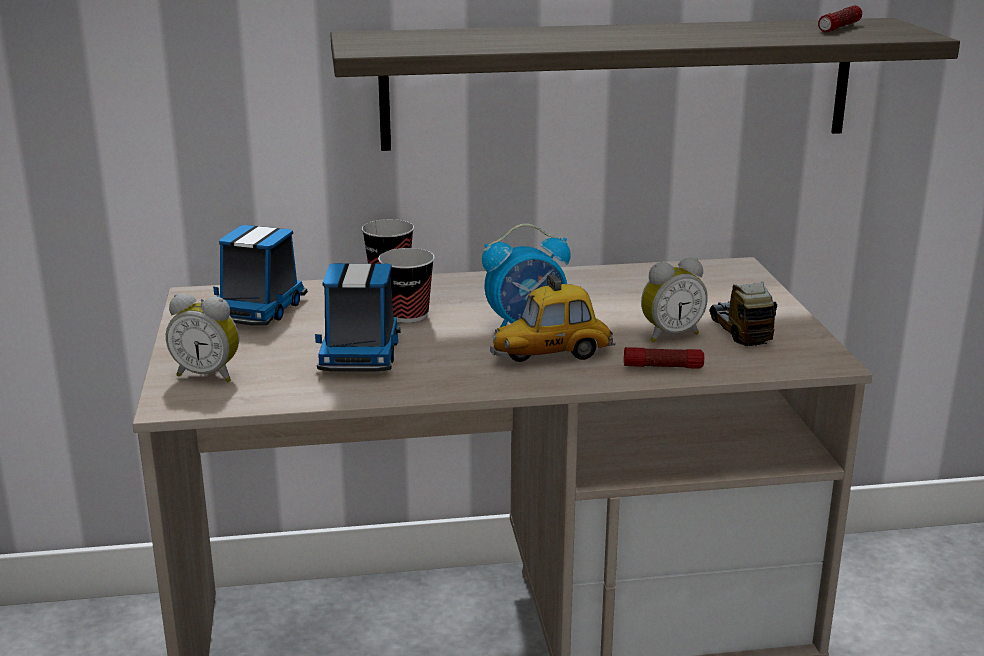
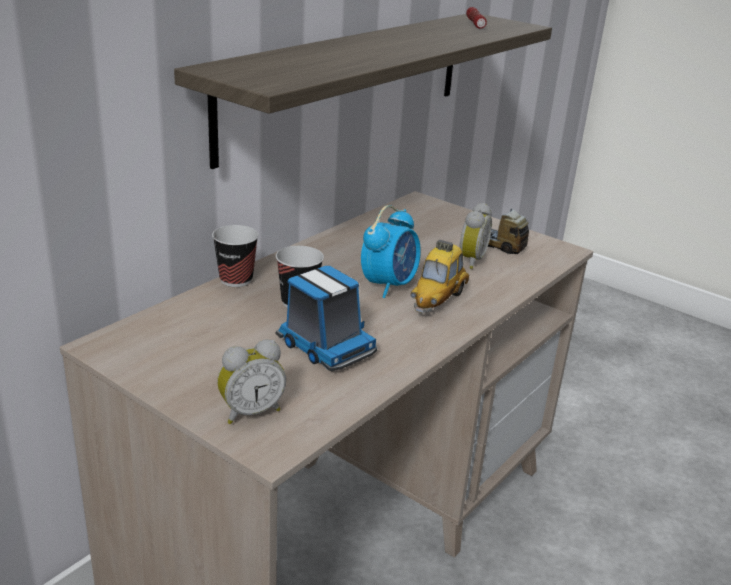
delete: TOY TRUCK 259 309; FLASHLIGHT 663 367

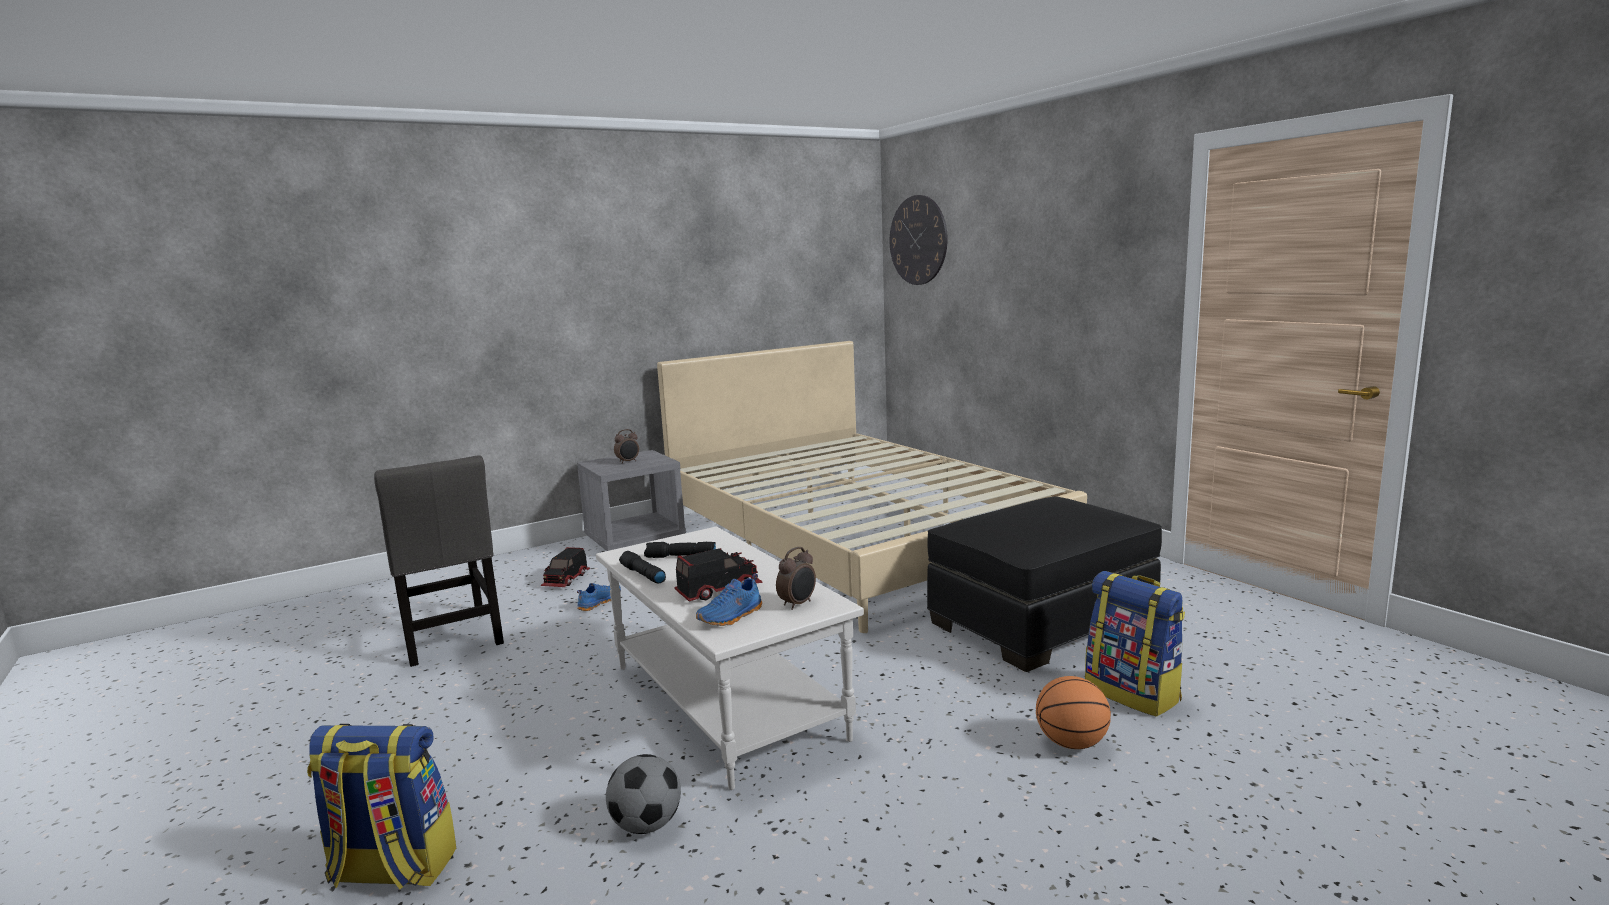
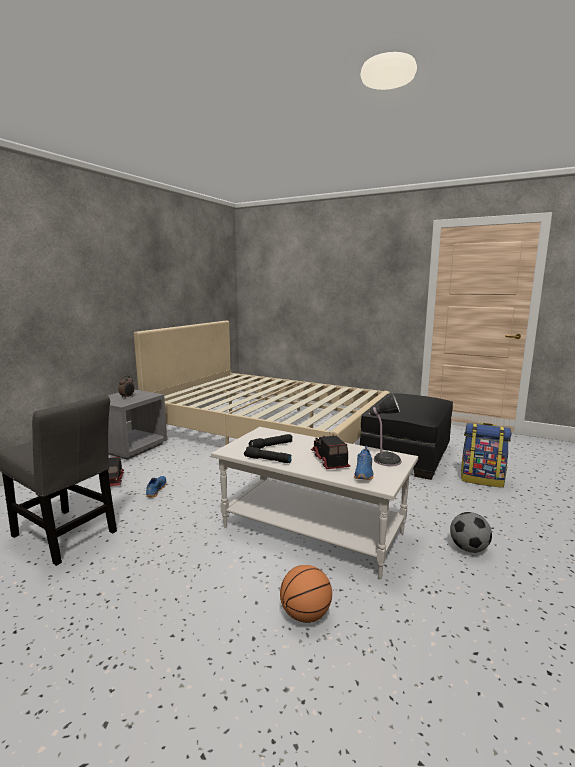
delete: RUCKSACK 391 870; WALL CLOCK 918 240
move: BASKETBALL 1071 743 to 305 615; BALL FOR FOOTBALL 647 825 to 469 549
replace: ALARM CLOCK 798 604 to LAMP FOR A TABLE 385 460
rotate: TOY TRUCK 718 590 = 329 460 45 degrees counterclockwise

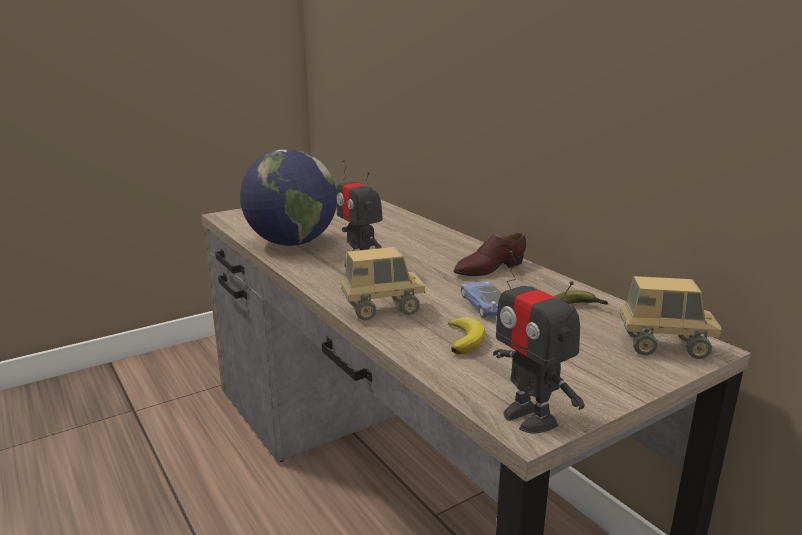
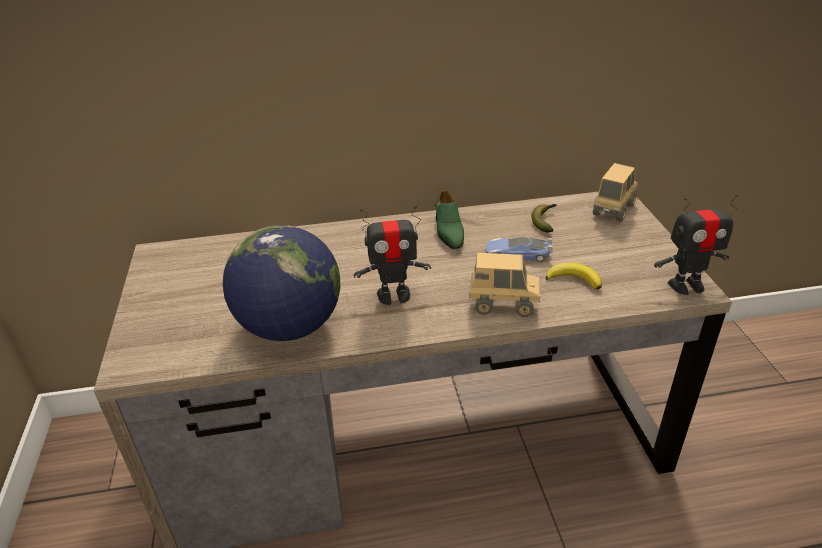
recolor: BROWN-COLOURED SHOE 489 269 to GREEN-COLOURED SHOE 448 231
rotate: TOY TRUCK 382 310 = 503 305 90 degrees clockwise

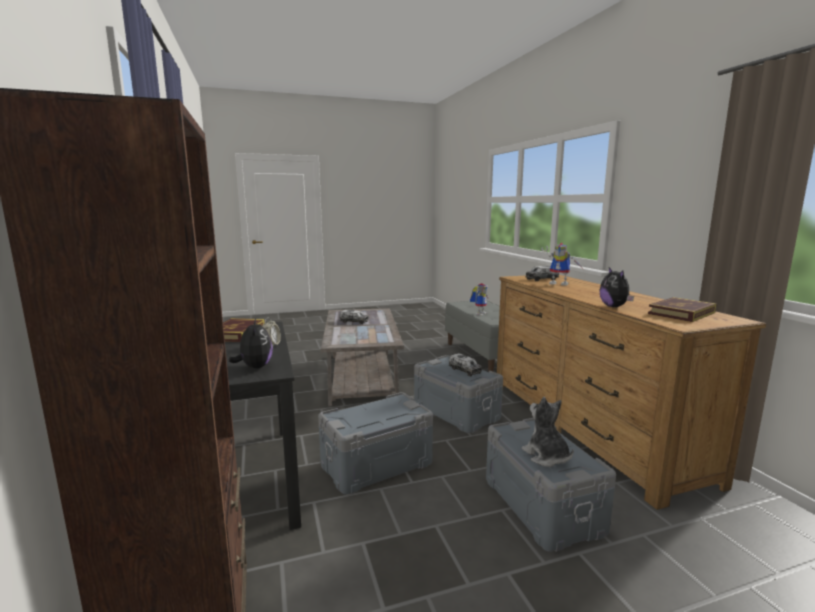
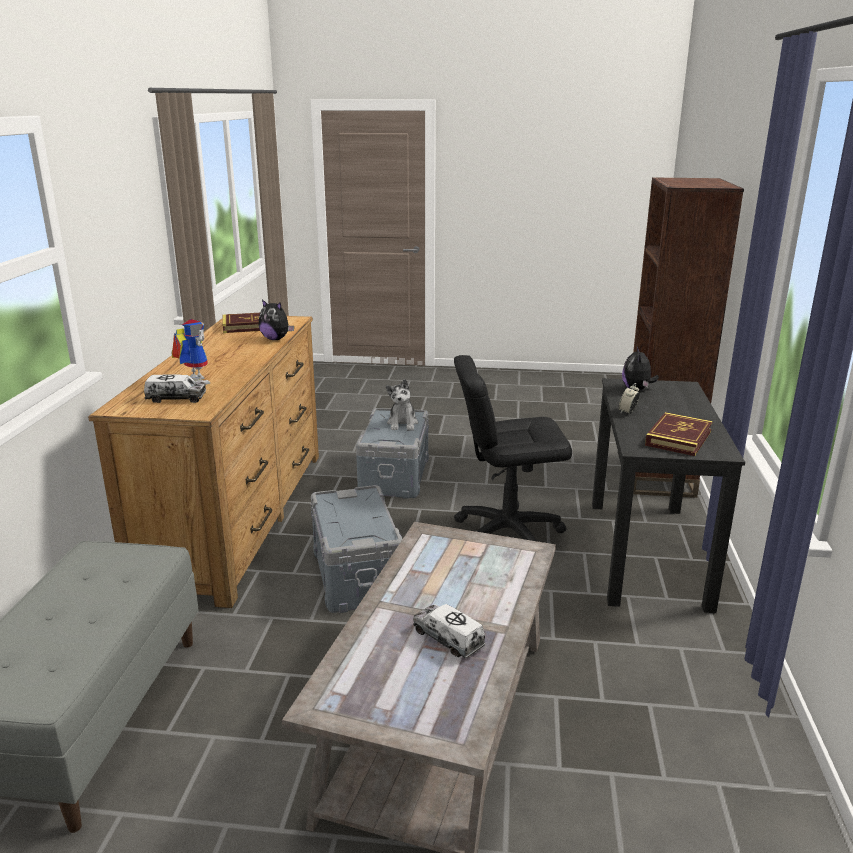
delete: TOY TRUCK 464 370; ROBOT FIGURE 479 313
replace: GREY STORAGE BIN 377 465 to BLACK-COLOURED DESK CHAIR 507 534
rotate: CUDDLY TOY 614 307 = 276 339 105 degrees clockwise

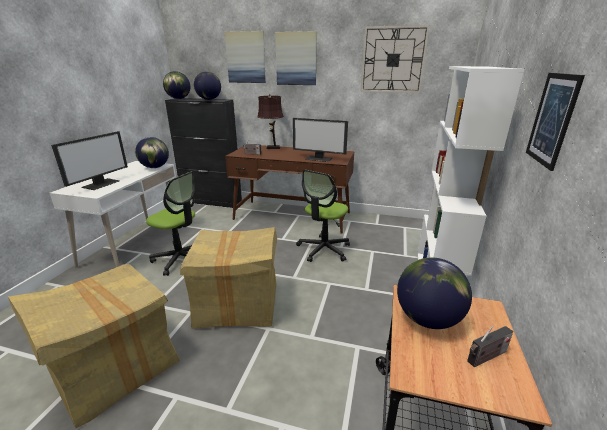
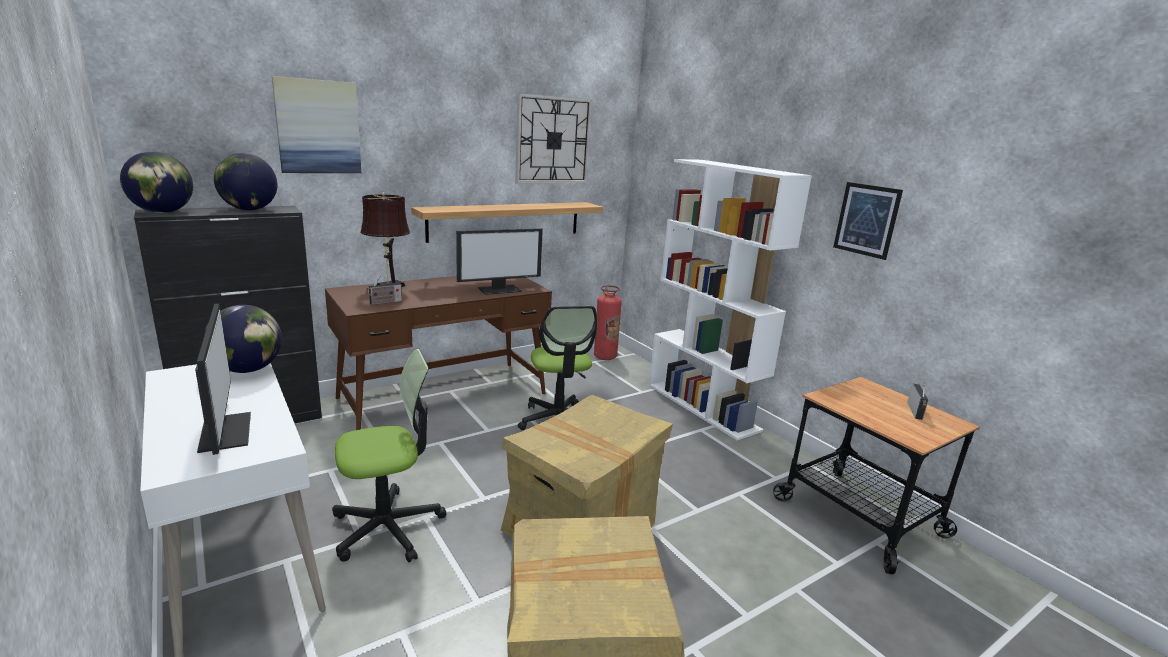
delete: WALL PICTURE 296 59; WORLD GLOBE 427 319
insert: BRACKET SHELF 506 221; FIRE EXTINGUISHER 605 356

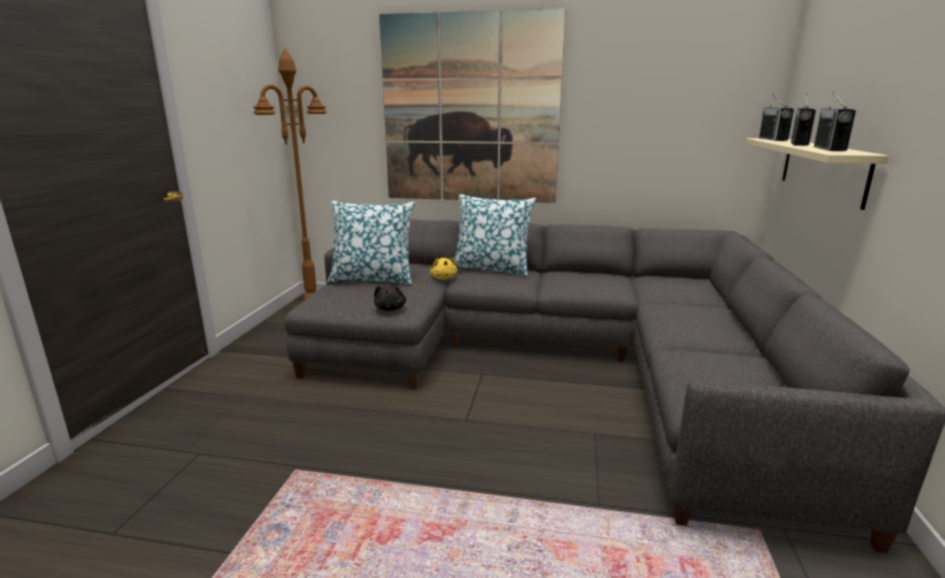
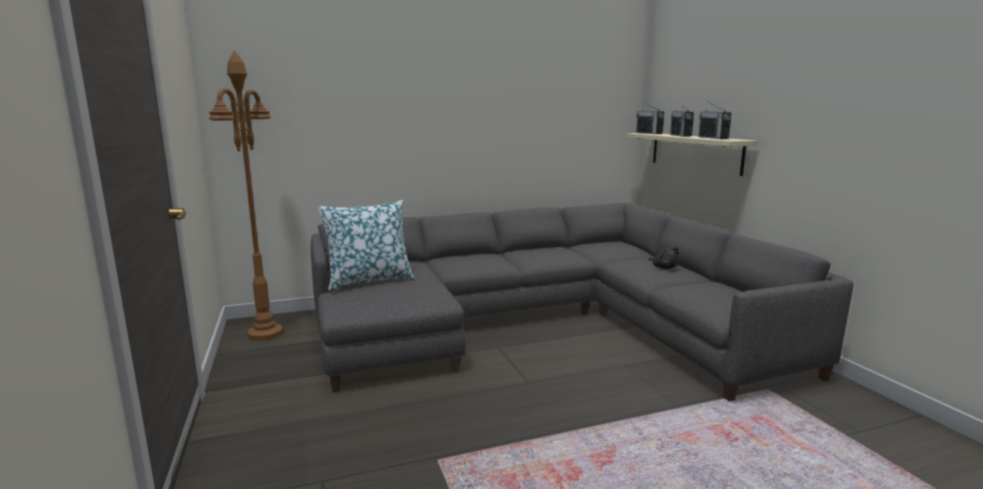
delete: WALL PICTURE 470 111; YELLOW CUDDLY TOY 443 278; PILLOW 492 269
move: BLACK-COLOURED CUDDLY TOY 390 308 to 664 267

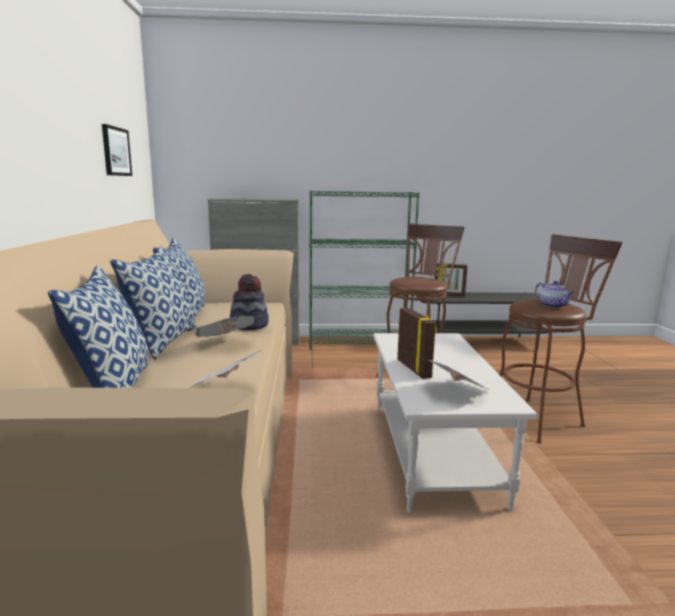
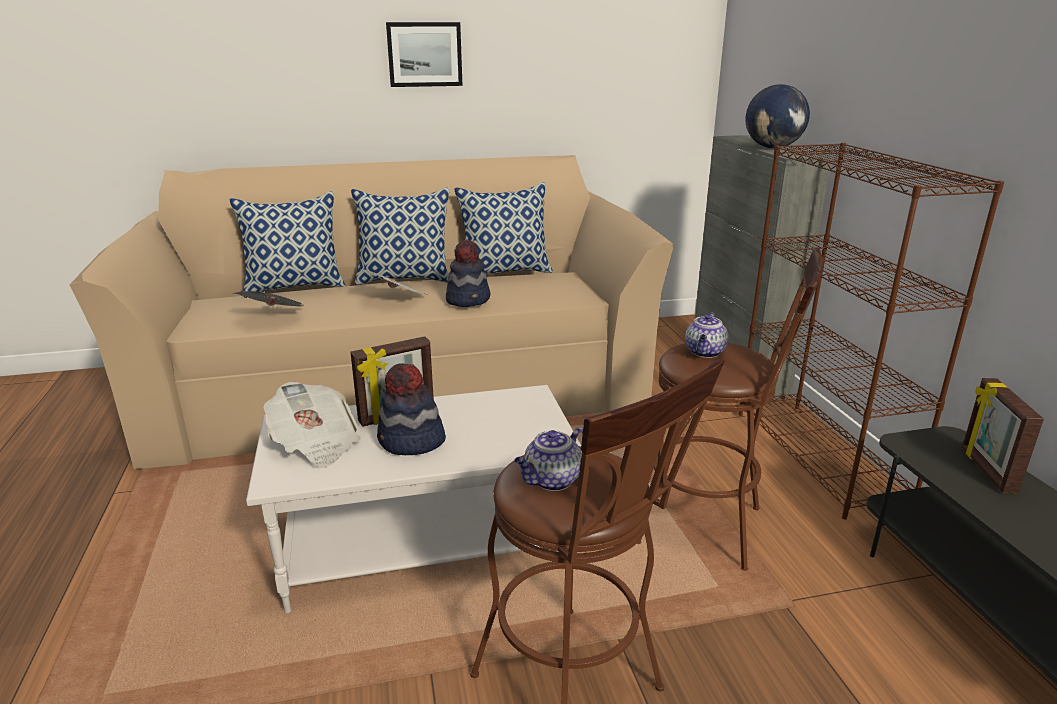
insert: CLOTHING HAT 411 442; POT FOR TEA 705 352; WORLD GLOBE 773 148
move: WALL PICTURE 116 151 to 424 54
recolor: GREEN-COLOURED BOOKSHELF 359 343 to BROWN-COLOURED BOOKSHELF 819 456

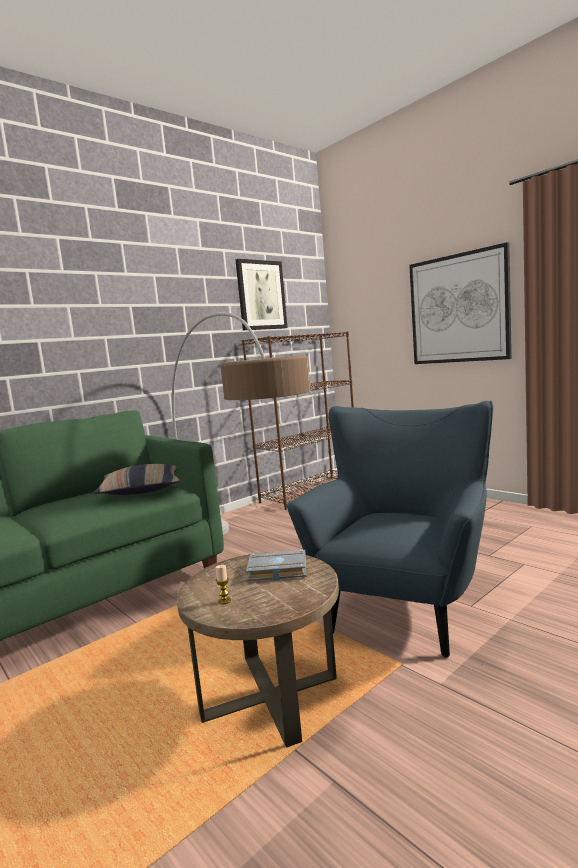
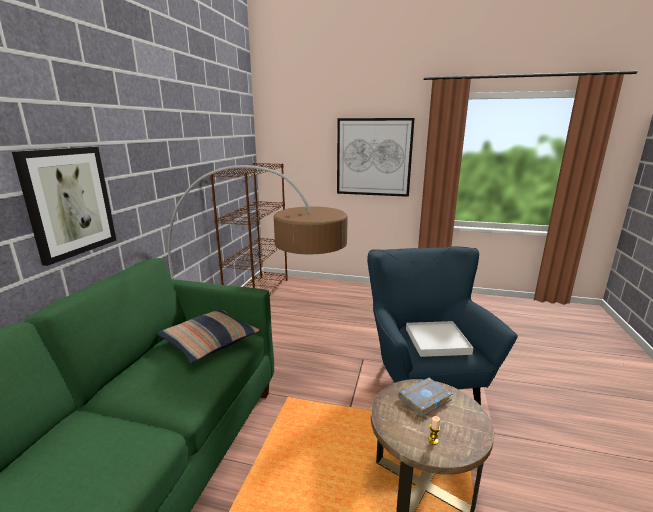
insert: WHITE-COLOURED CARRYING TRAY 437 341
move: WALL PICTURE 261 295 to 69 202

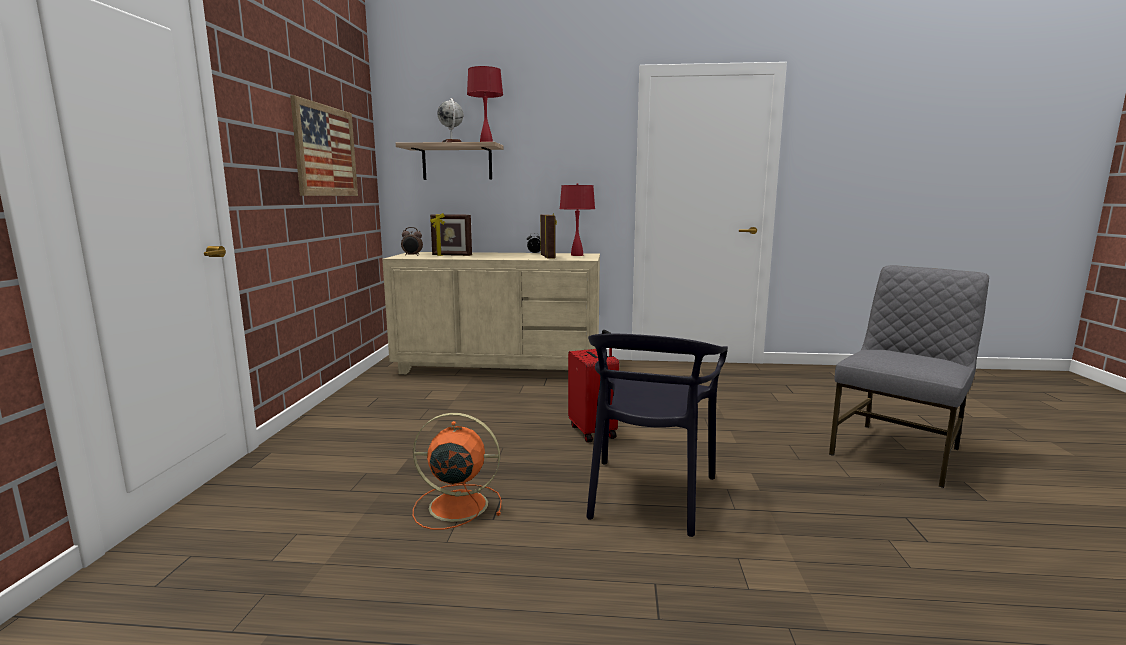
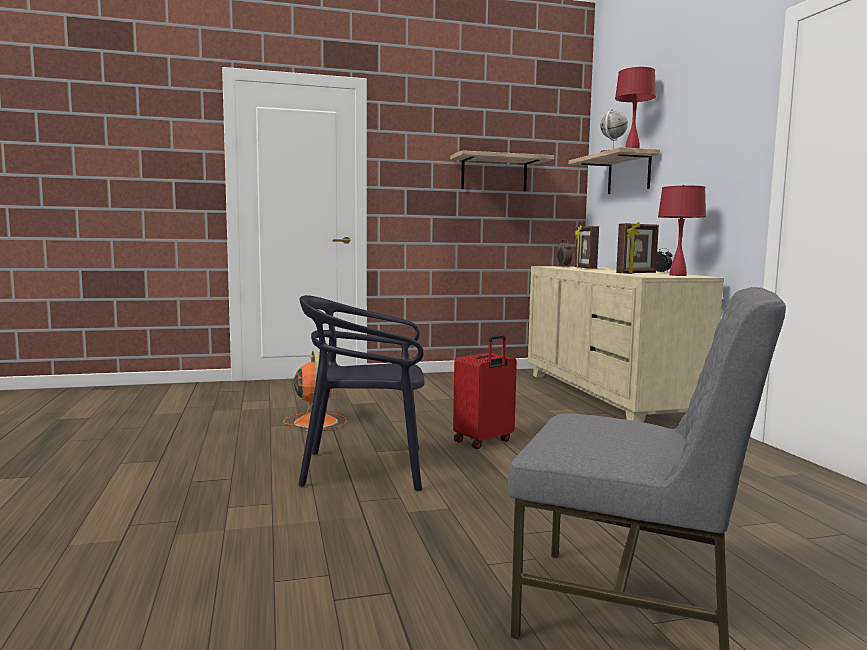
replace: WALL PICTURE 325 151 to BRACKET SHELF 494 174

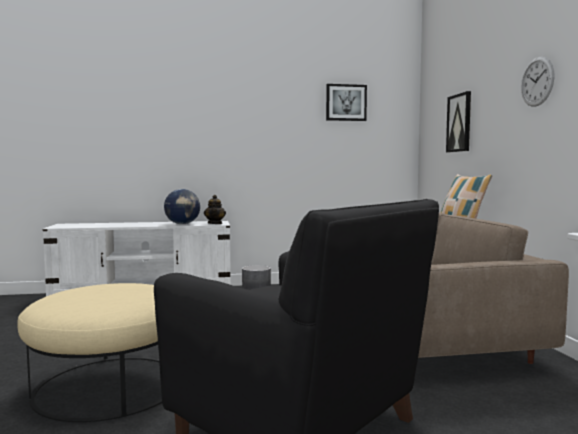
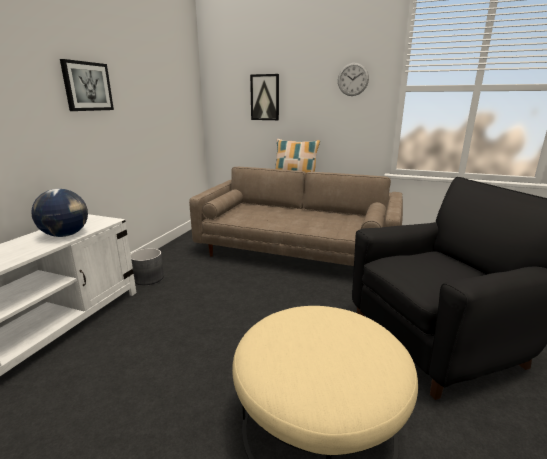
delete: POT FOR TEA 215 223
move: WALL PICTURE 346 102 to 87 86

